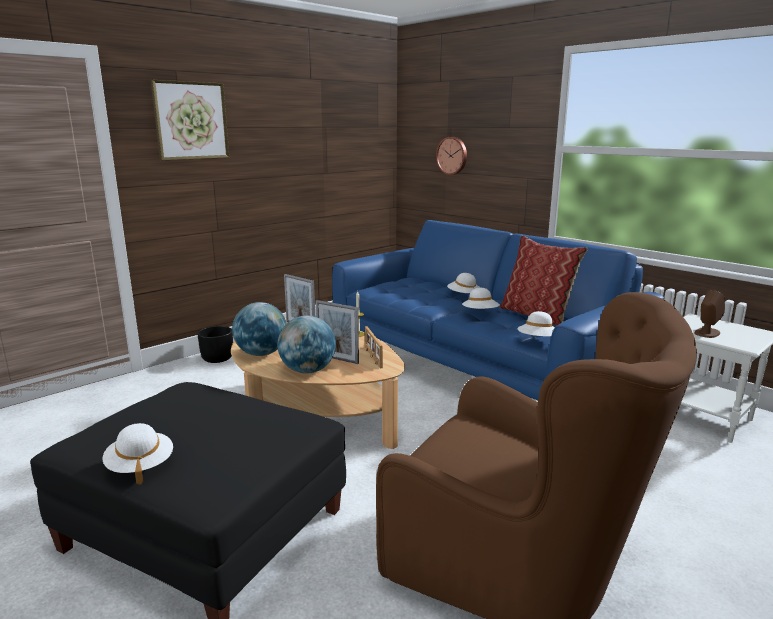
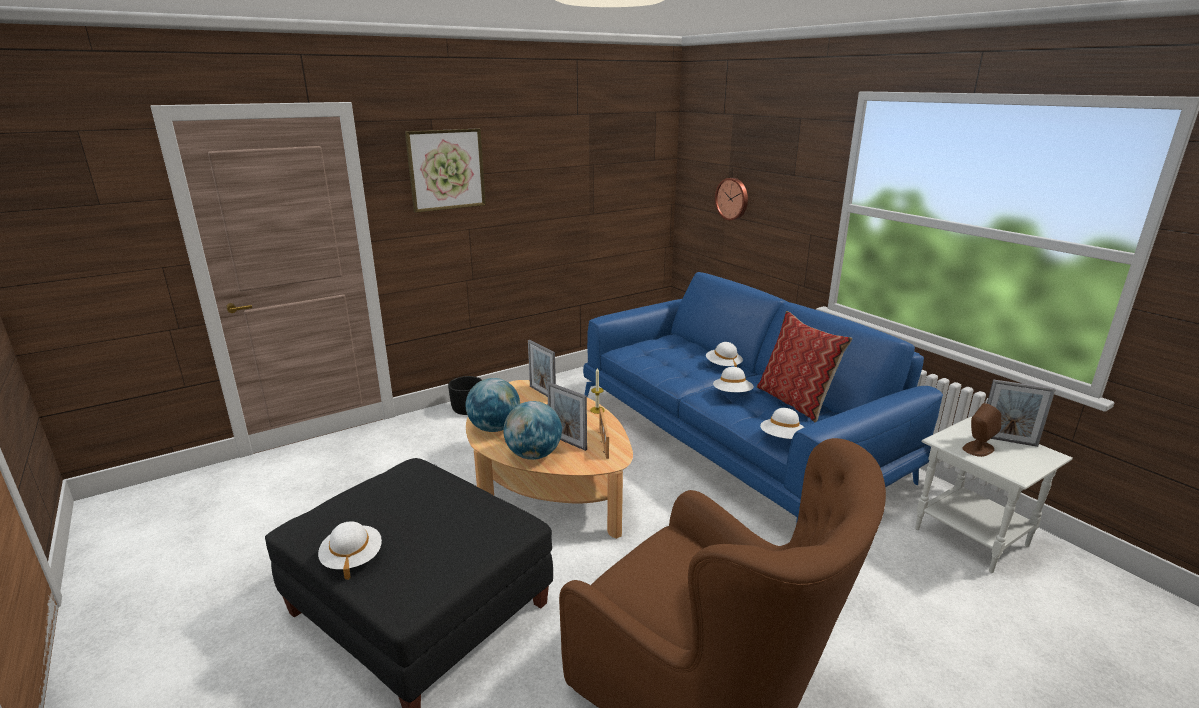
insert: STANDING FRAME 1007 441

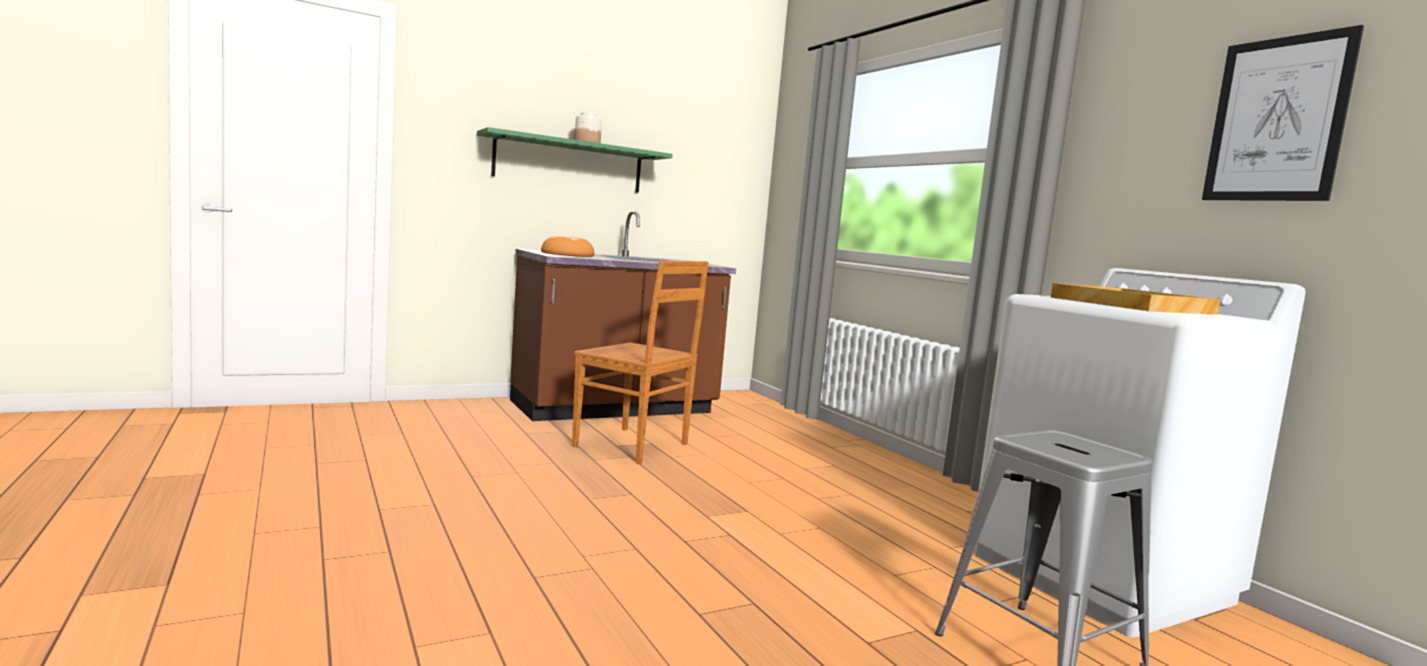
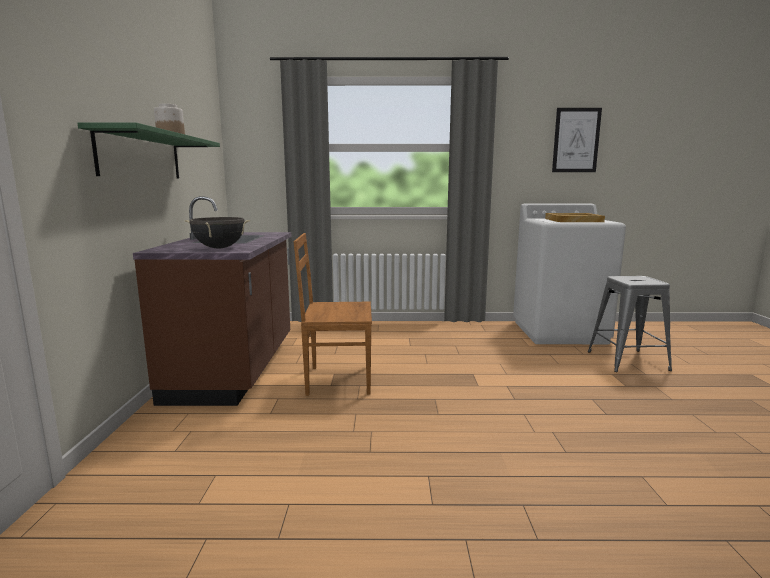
replace: BAKERY BREAD 568 255 to BLACK-COLOURED SAUCEPOT 219 248
rotate: BROWN-COLOURED PLAIN CHAIR 634 446 = 337 380 150 degrees counterclockwise

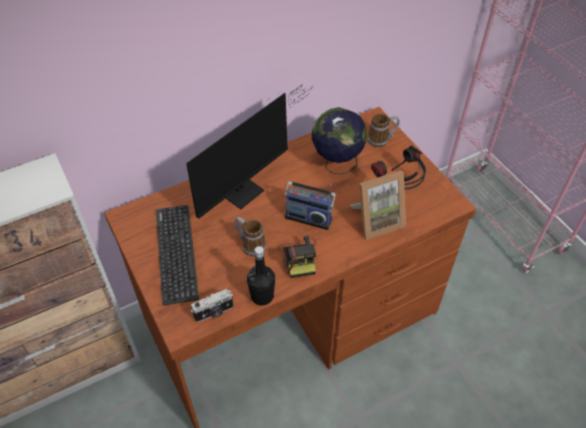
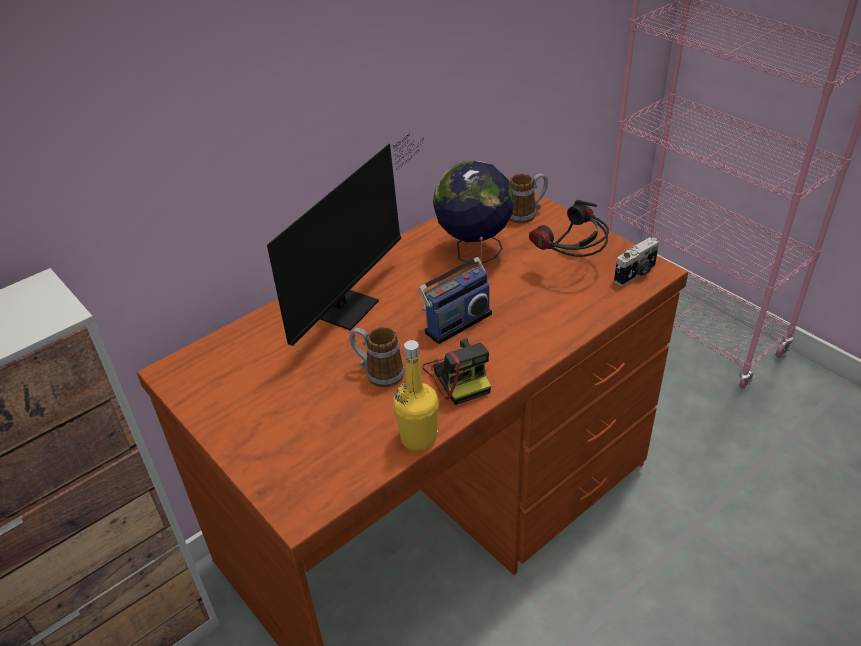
delete: KEYBOARD 176 253; STANDING FRAME 376 220
move: PHOTO CAMERA 214 313 to 636 274
recolor: BLACK-COLOURED DRINK BOTTLE 262 296 to YELLOW DRINK BOTTLE 418 438
rotate: RADIO SET 309 216 = 455 321 45 degrees counterclockwise

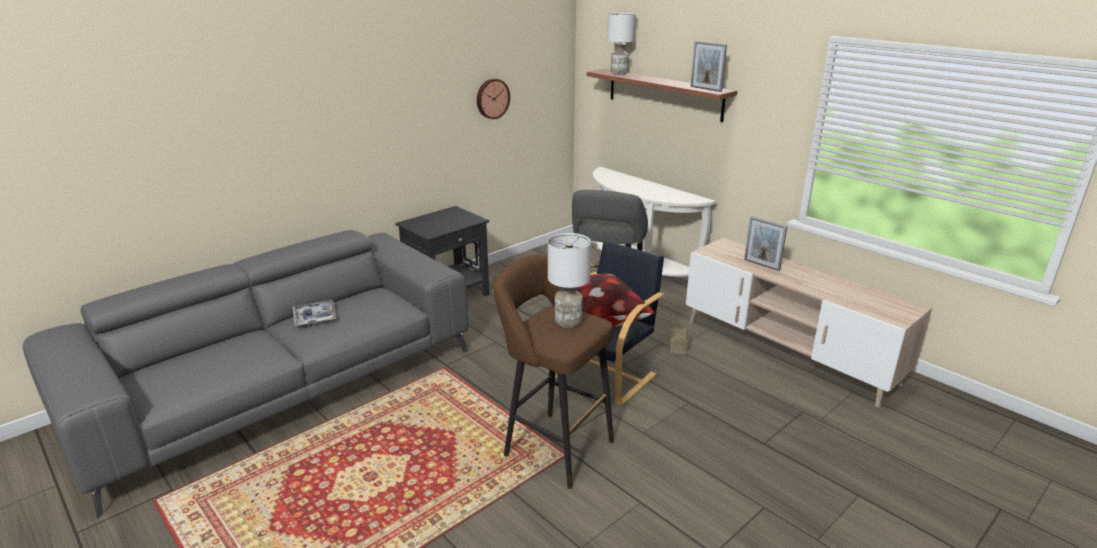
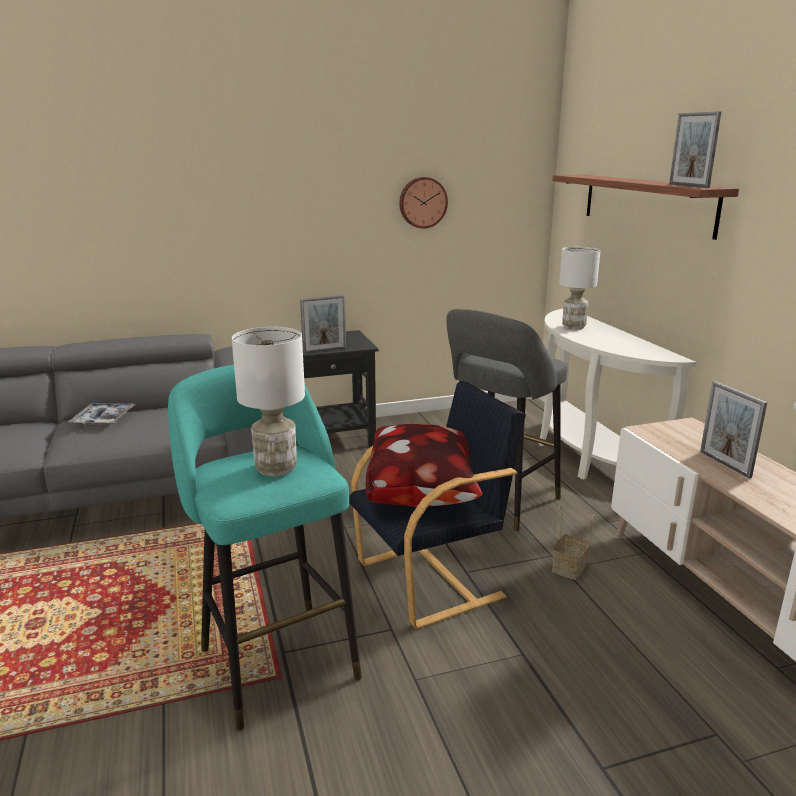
insert: STANDING FRAME 324 350
move: WHITE-COLOURED LAMP FOR A TABLE 619 74 to 574 327
recolor: BROWN-COLOURED SITTING STOOL 553 446 to TURQUOISE-COLOURED SITTING STOOL 275 658

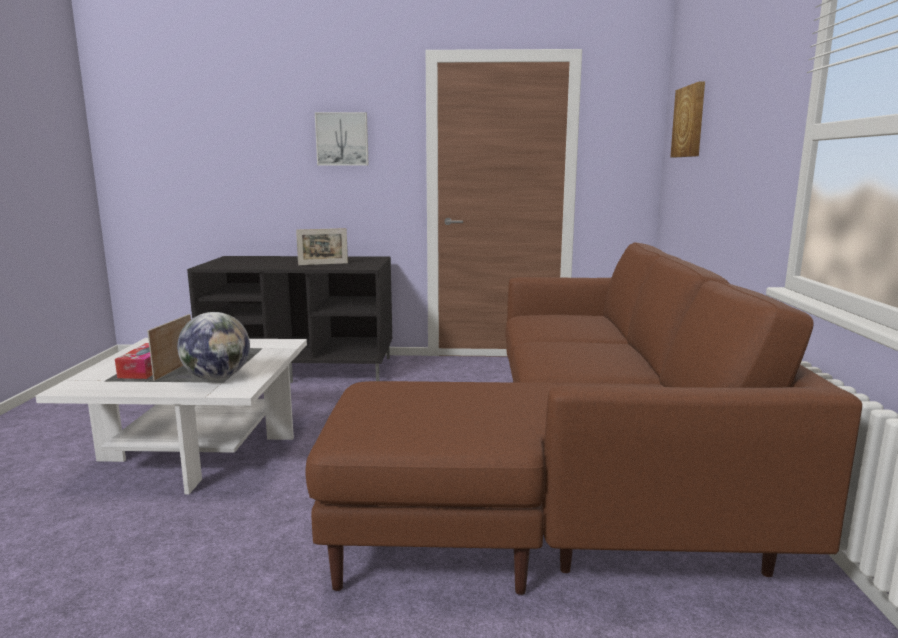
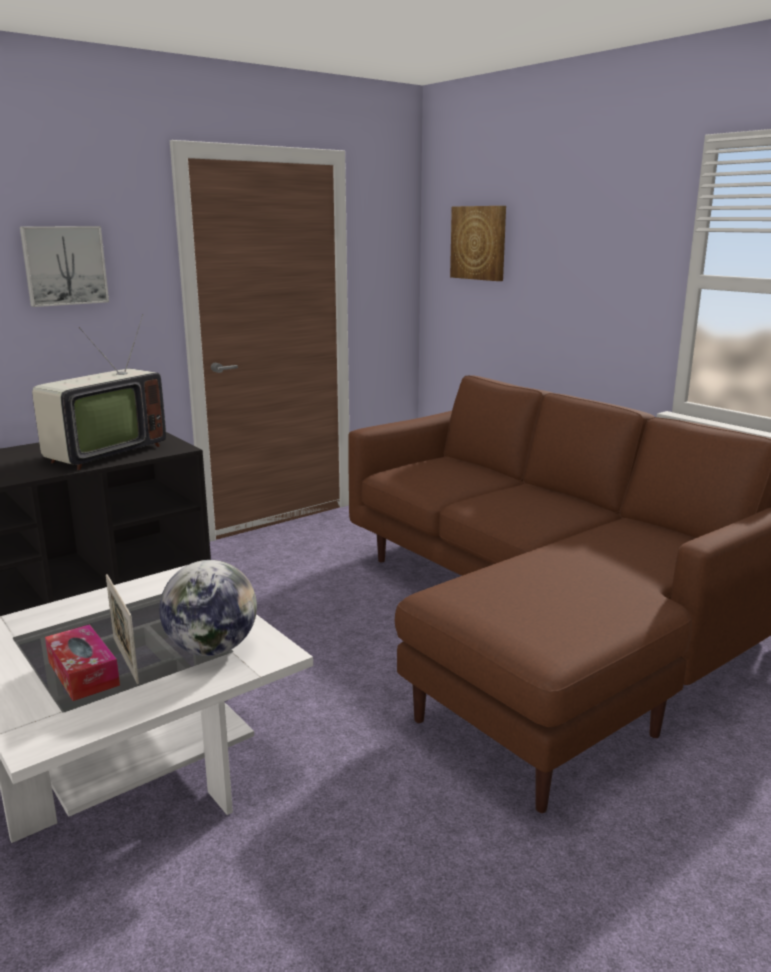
replace: STANDING FRAME 323 264 to TV 101 454

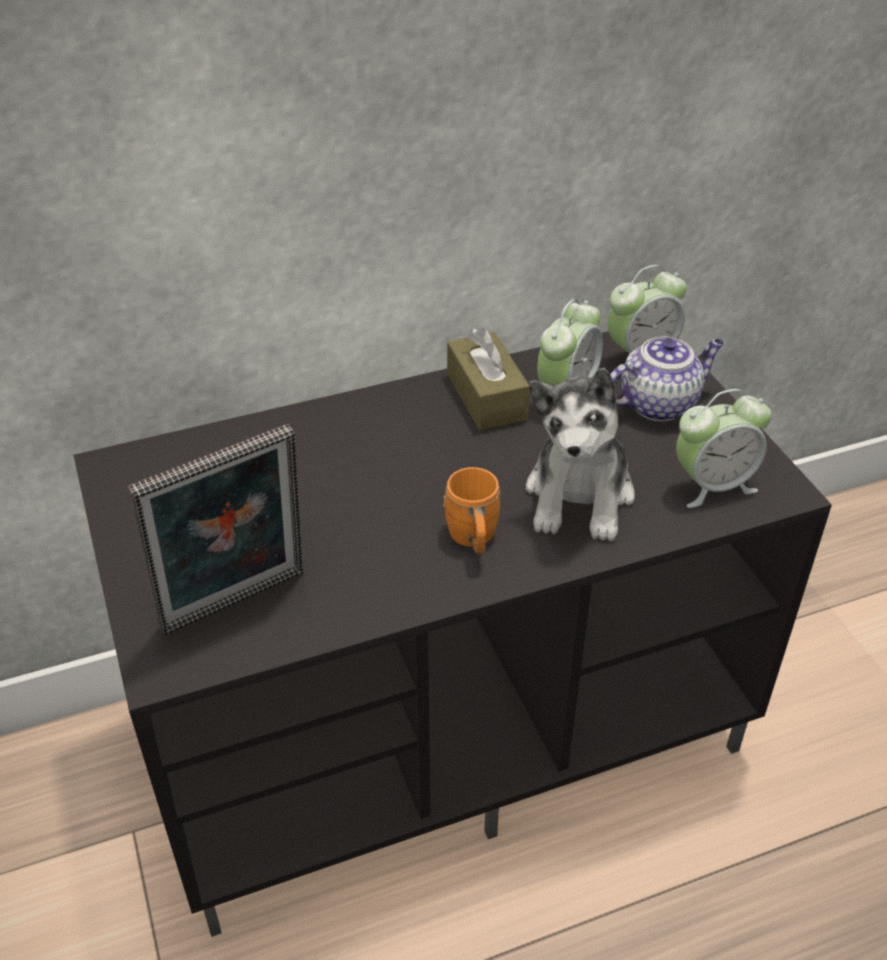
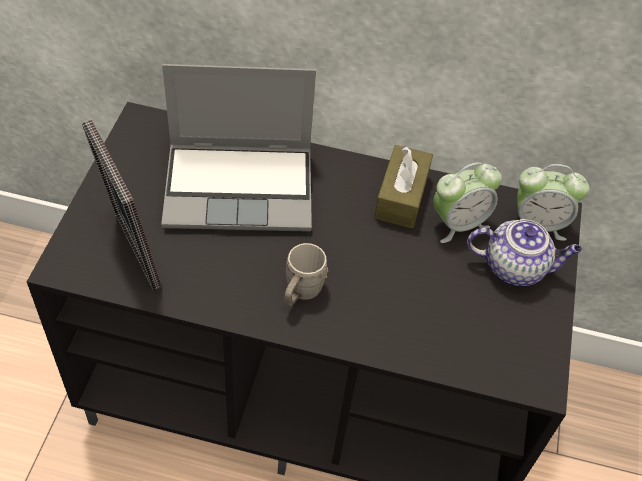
delete: CUDDLY TOY 580 495; ALARM CLOCK 713 485
insert: NOTEBOOK COMPUTER 241 187
recolor: ORANGEY MUG 473 540 to GREY MUG 300 293
rotate: STANDING FRAME 237 606 = 131 252 60 degrees clockwise

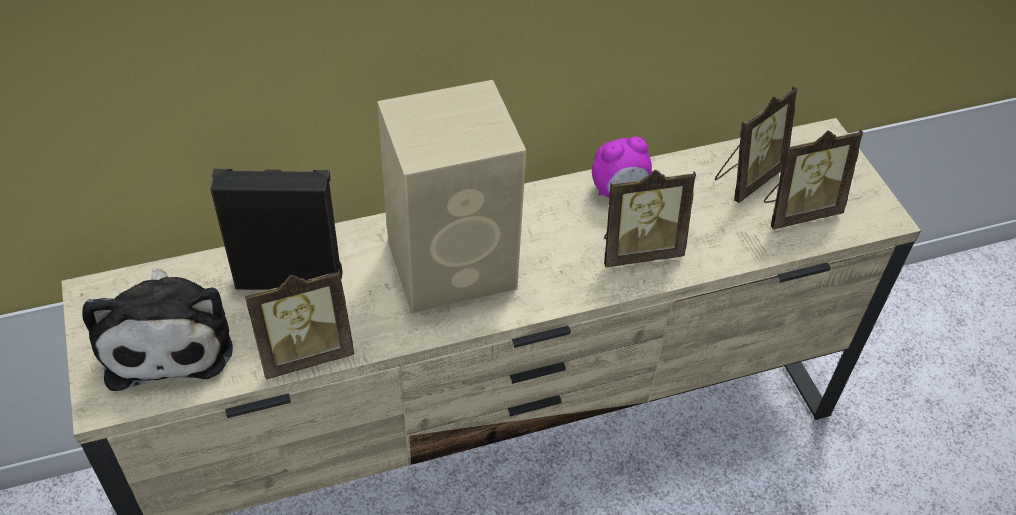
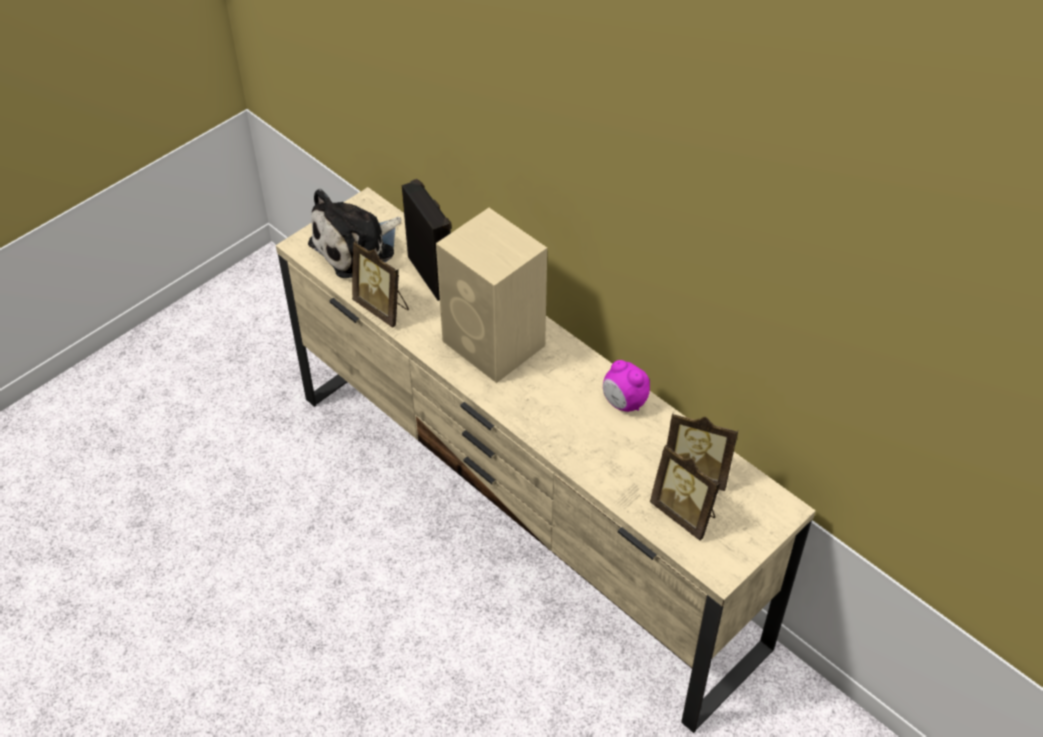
delete: STANDING FRAME 638 250

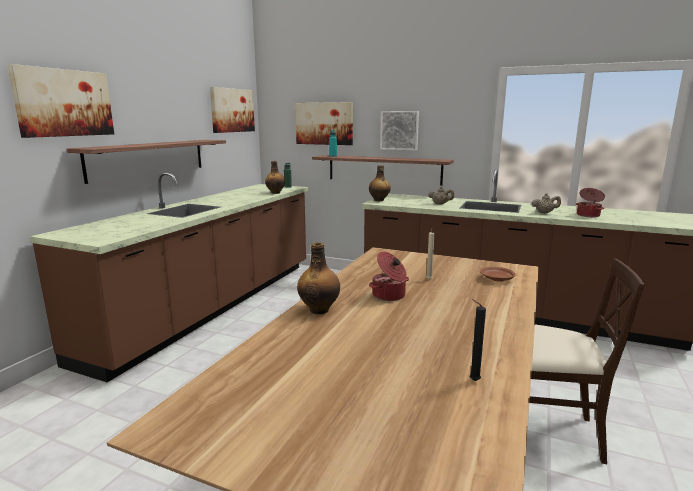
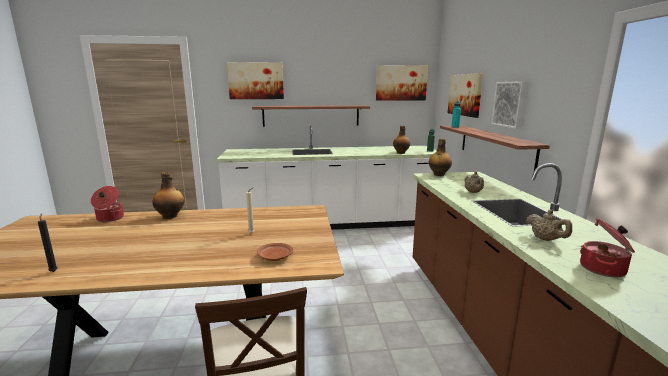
move: SAUCEPOT 389 296 to 109 218
recolor: BROWN-COLOURED KITCHEN BASE UNIT 214 306 to WHITE-COLOURED KITCHEN BASE UNIT 332 224

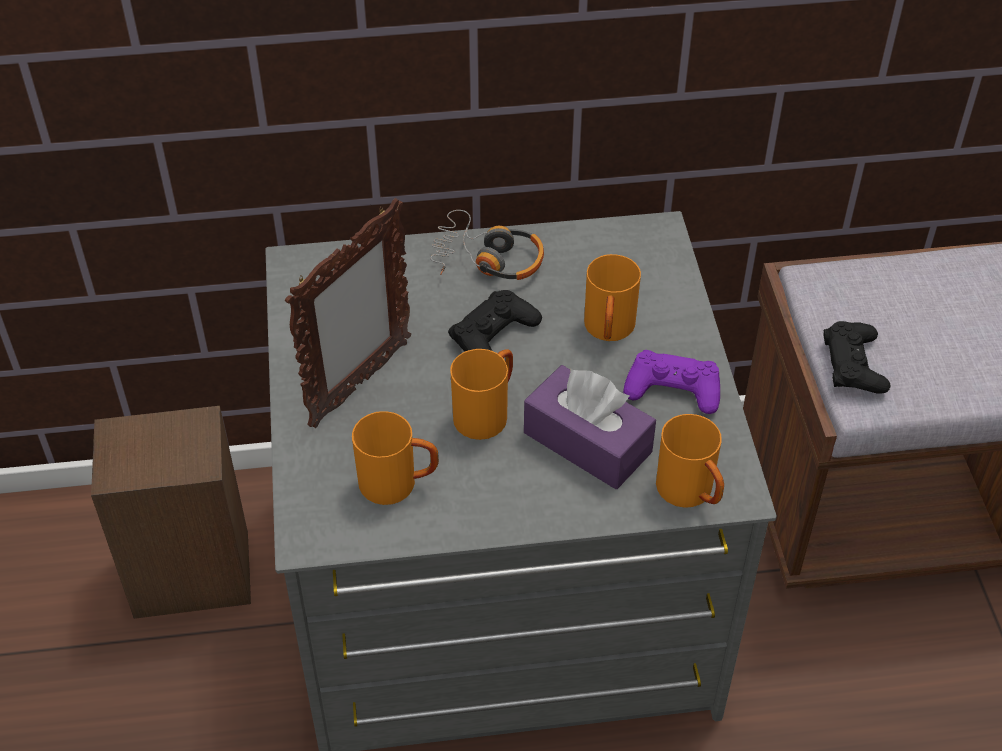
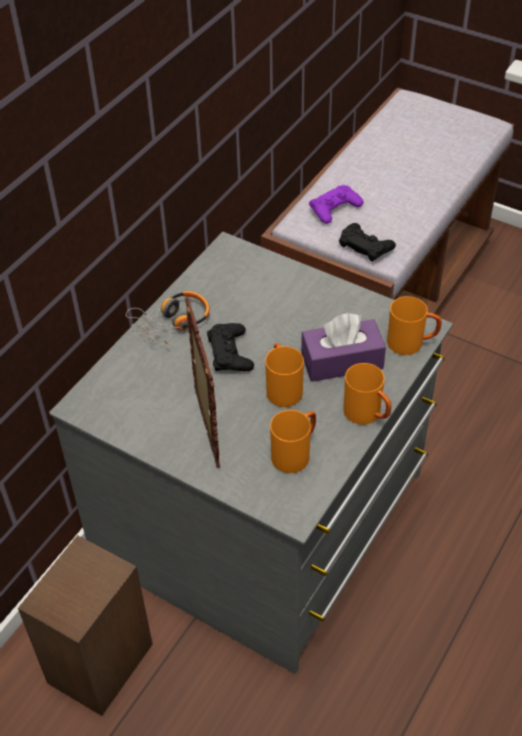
move: PURPLISH GAME CONTROLLER 673 388 to 335 208; ORANGEY MUG 608 332 to 367 415

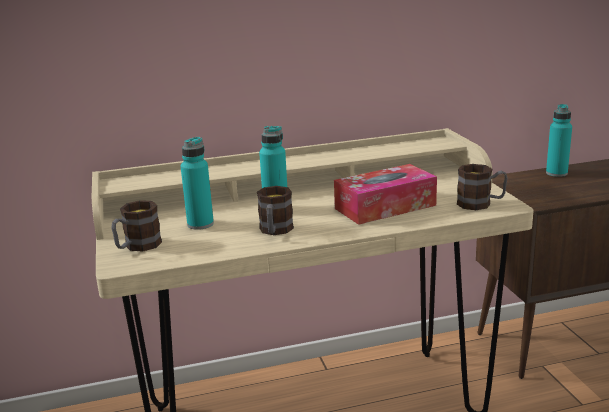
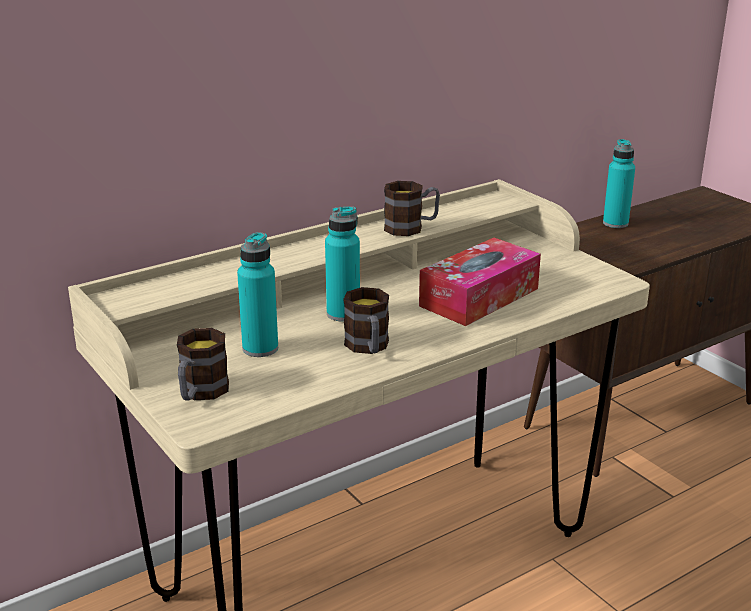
move: MUG 481 204 to 411 227

